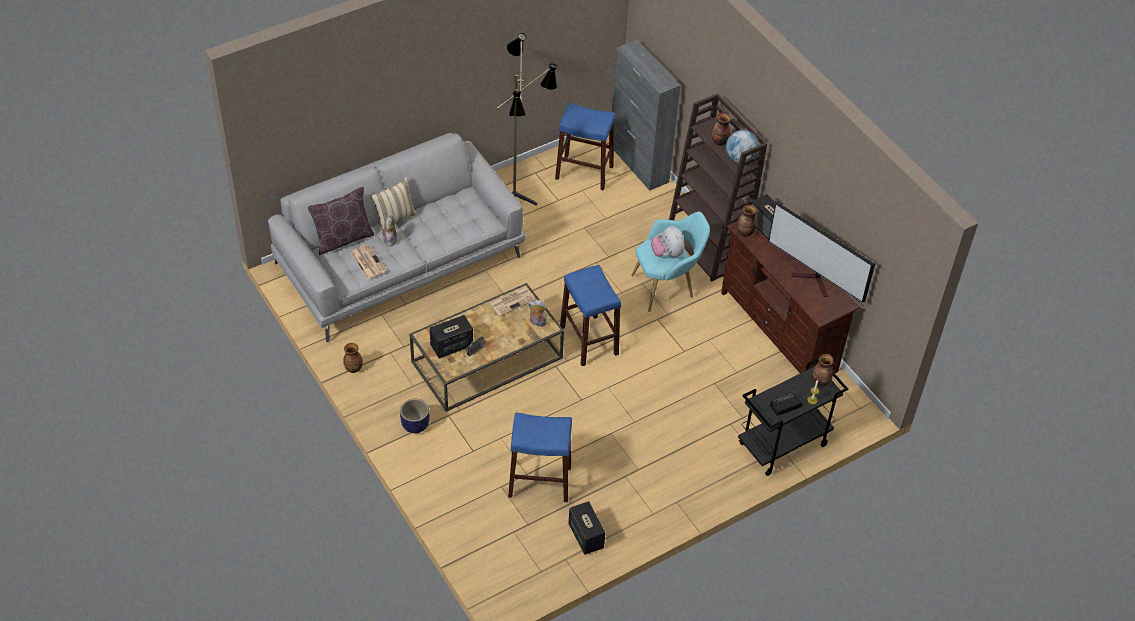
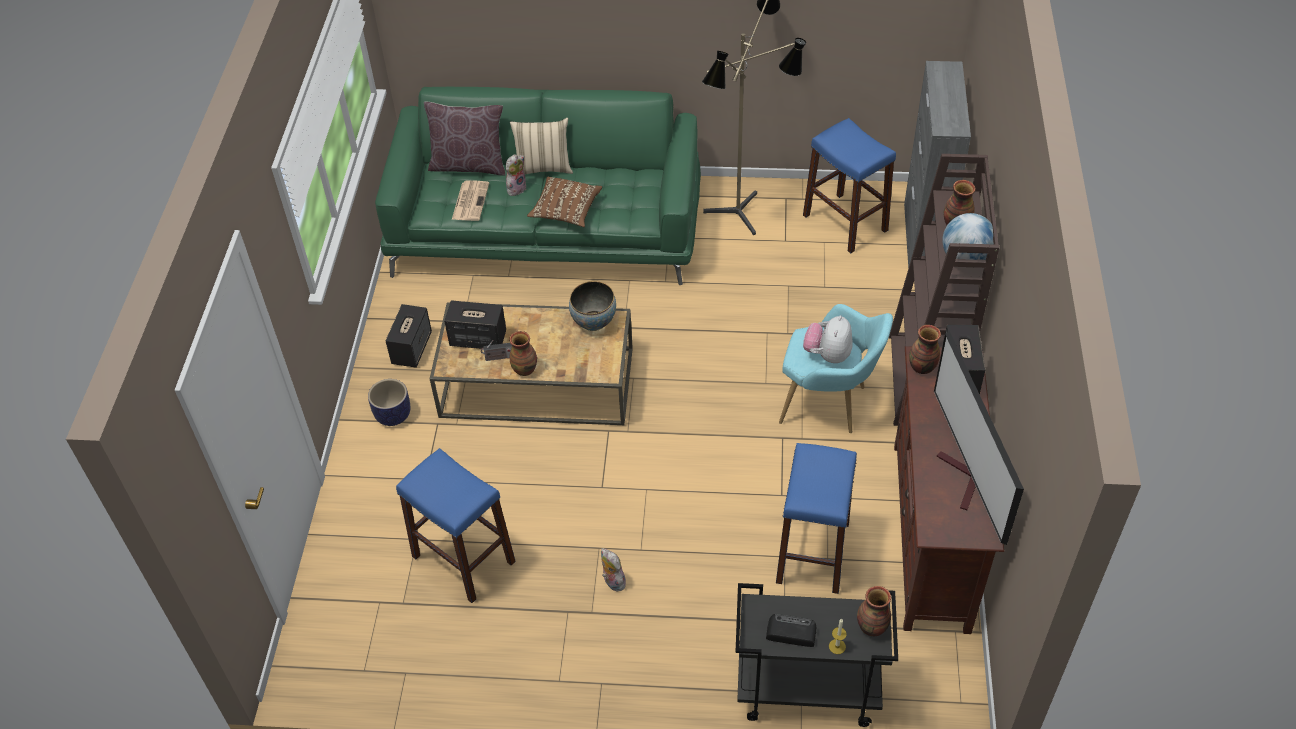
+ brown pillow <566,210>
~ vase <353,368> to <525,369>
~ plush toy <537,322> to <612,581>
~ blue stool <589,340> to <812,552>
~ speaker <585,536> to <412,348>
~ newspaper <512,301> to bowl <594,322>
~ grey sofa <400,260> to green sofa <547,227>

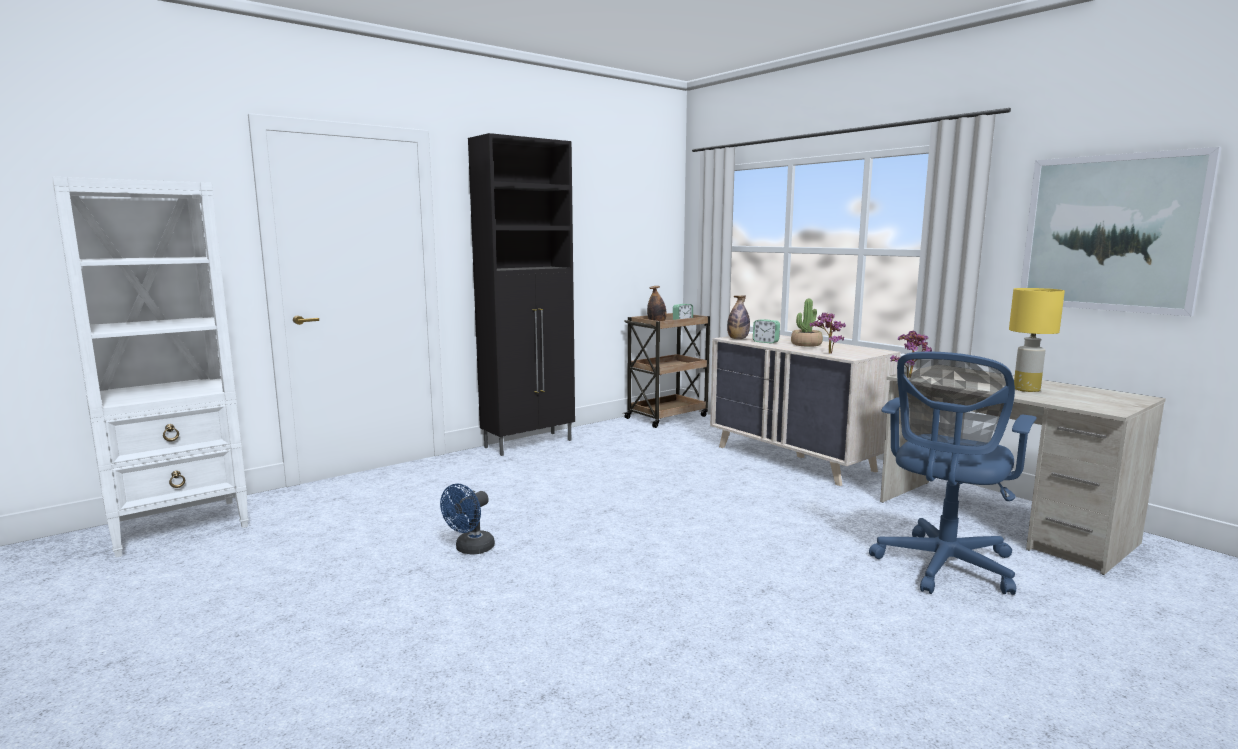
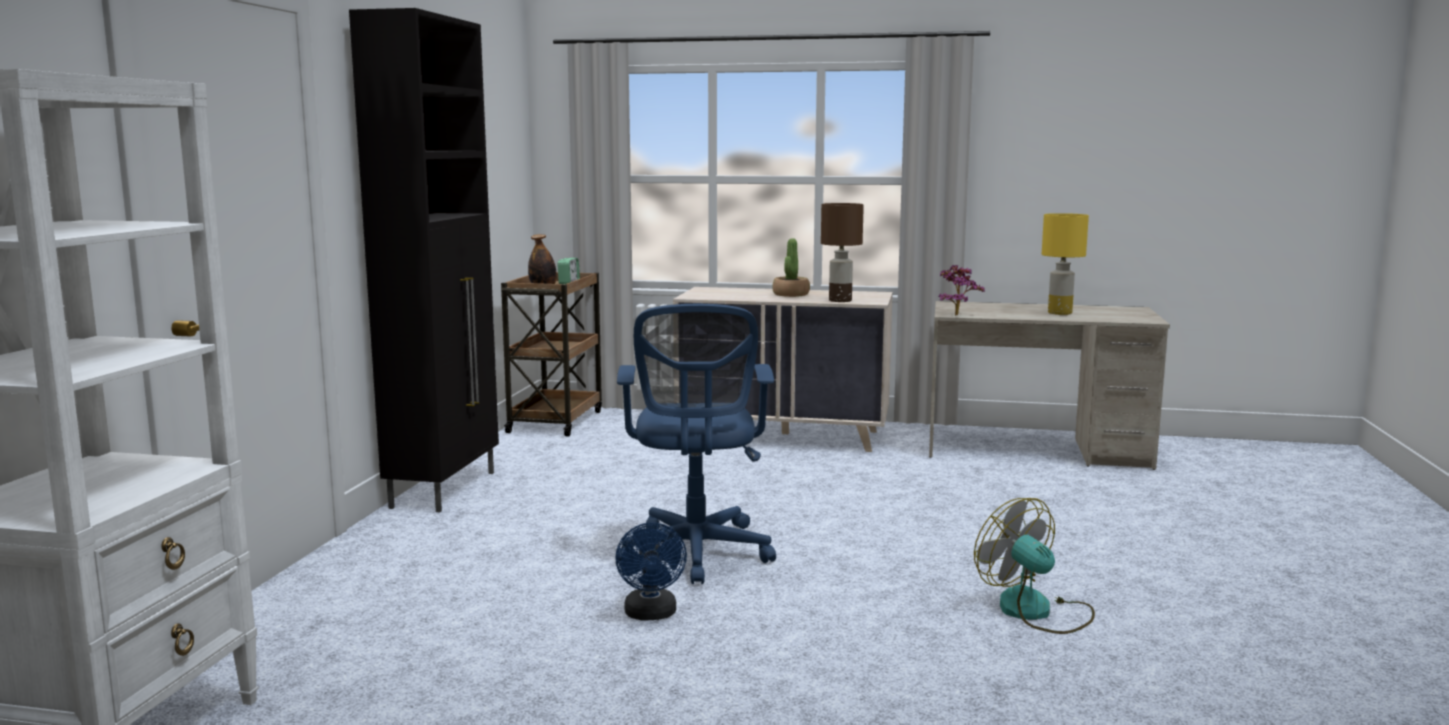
- bottle <738,339>
- alarm clock <765,342>
- picture <1111,233>
+ fan <1036,611>
~ blue office chair <943,567> to <696,555>
~ potted plant <827,353> to brown table lamp <841,300>

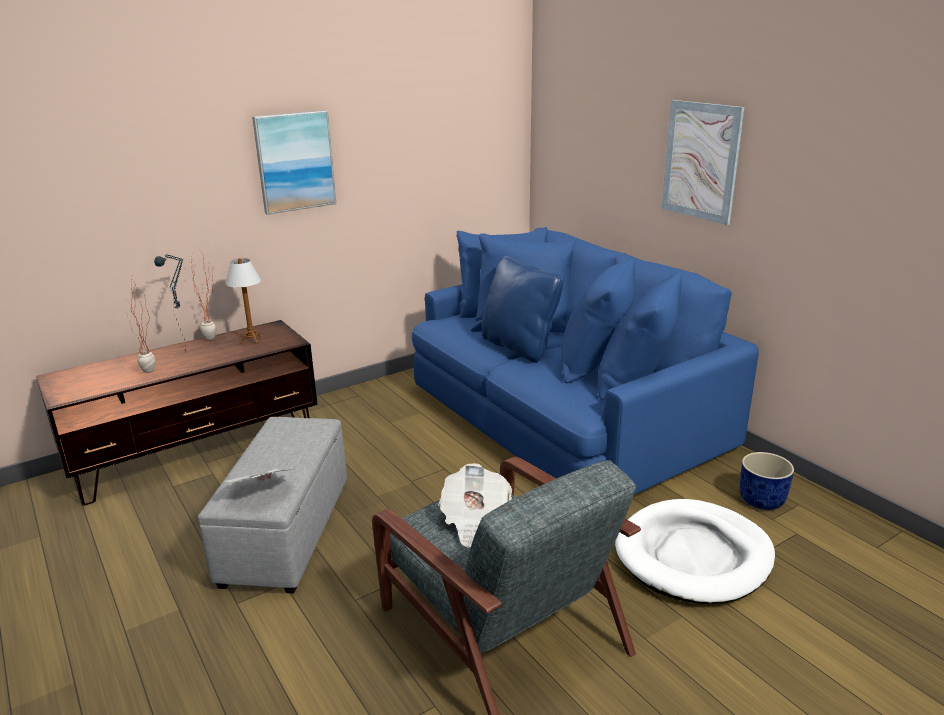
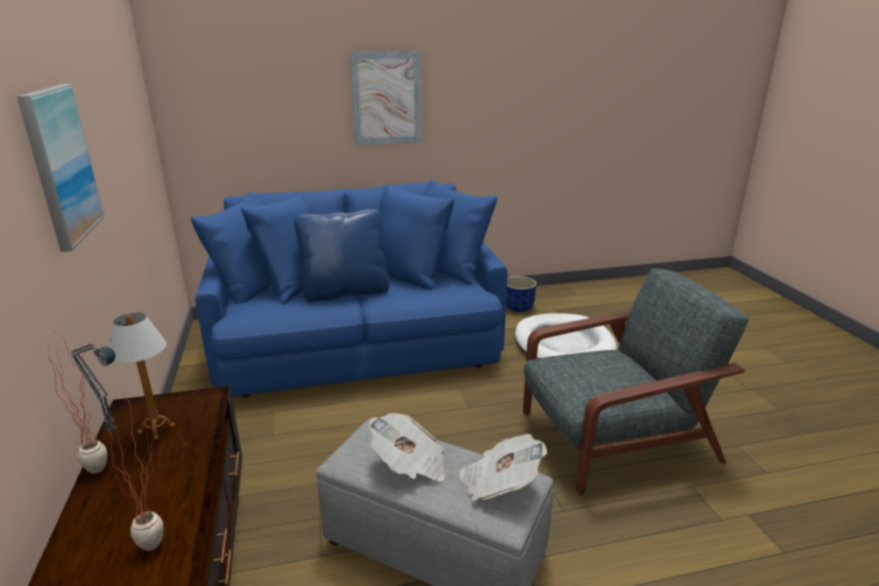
~ newspaper <476,522> to <410,464>

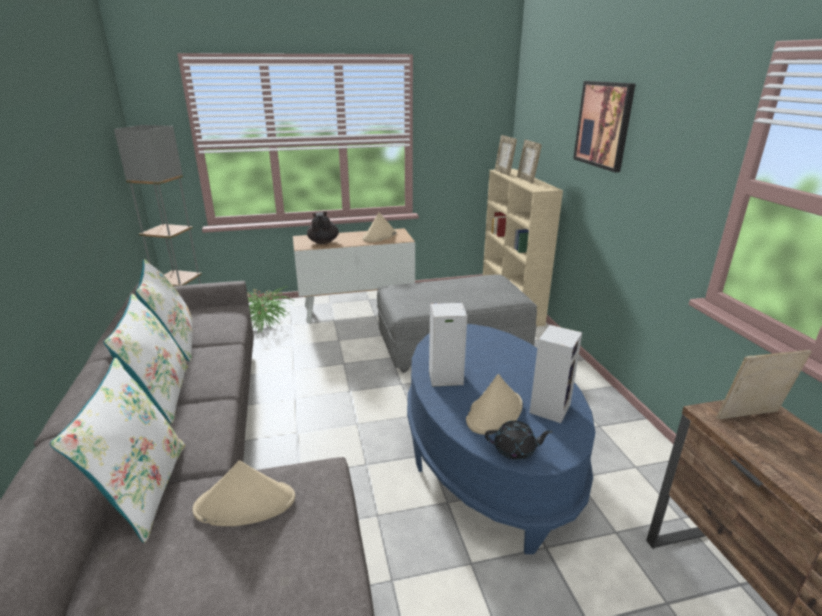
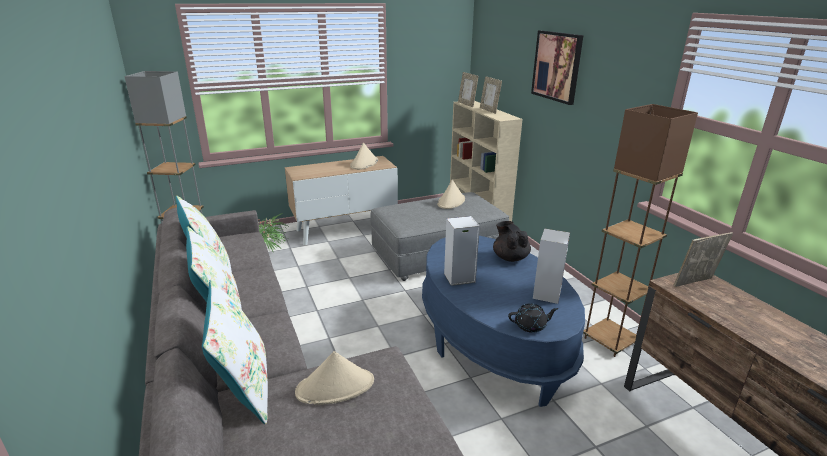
+ brown floor lamp <610,340>
~ black teapot <323,242> to <510,257>
~ beige hat <494,412> to <451,202>

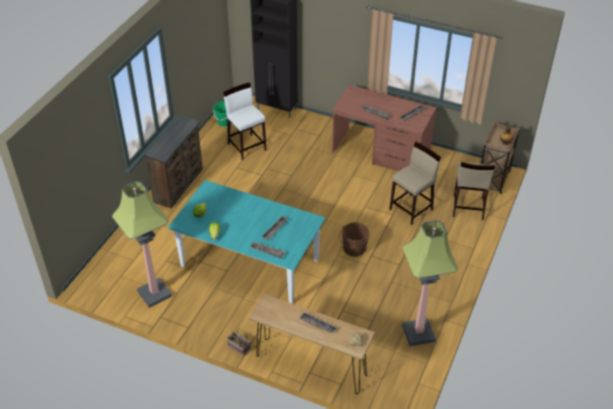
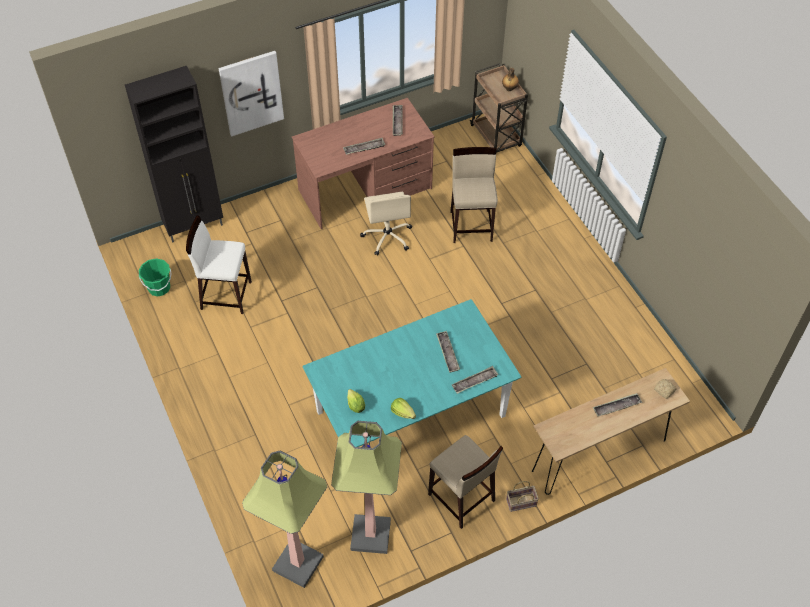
- brown dresser <179,185>
- brown bucket <353,249>
+ picture <251,92>
+ beige office chair <387,236>
~ floor lamp <418,333> to <298,564>
~ beige stool <467,207> to <461,498>

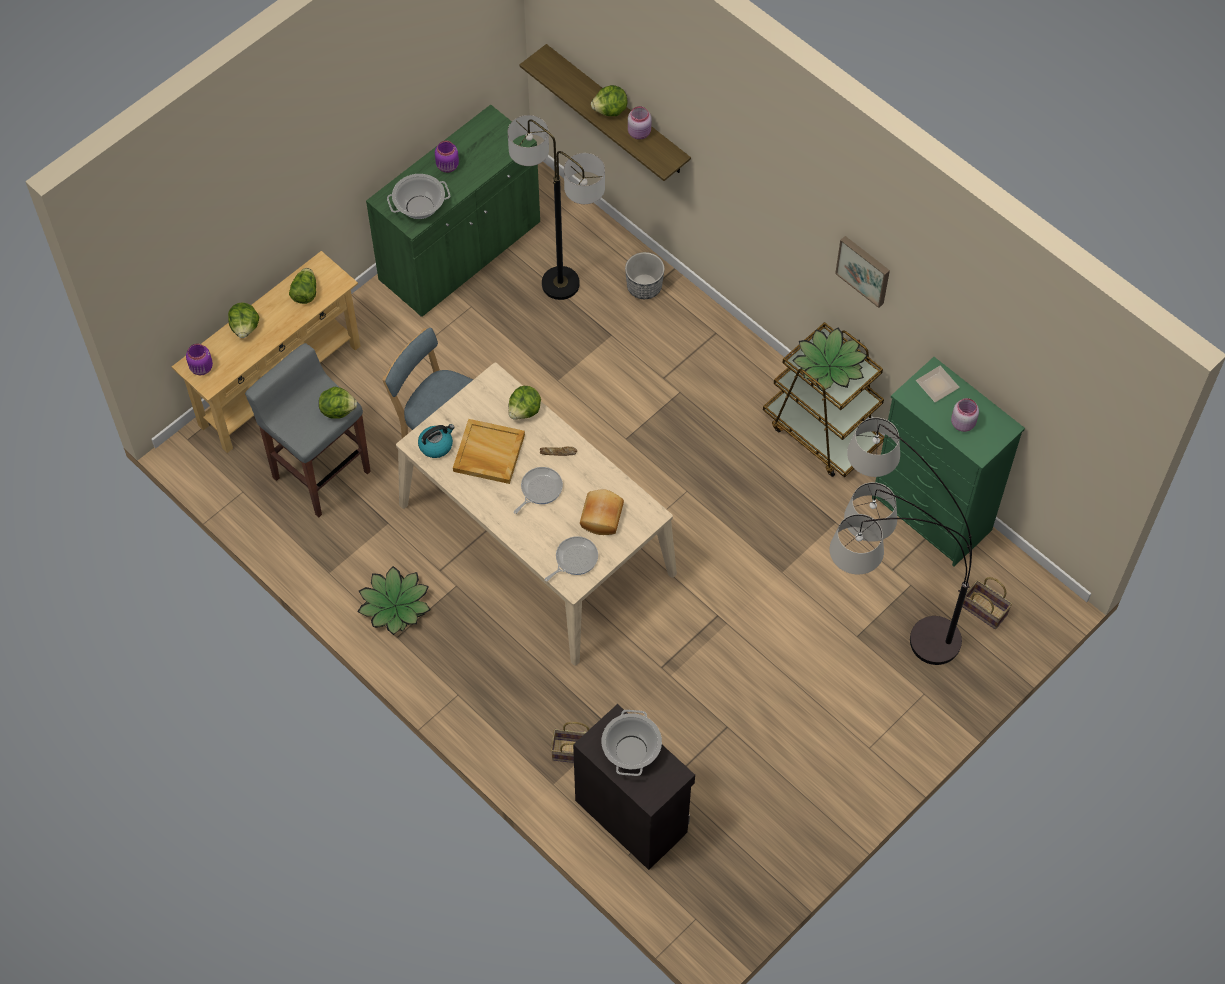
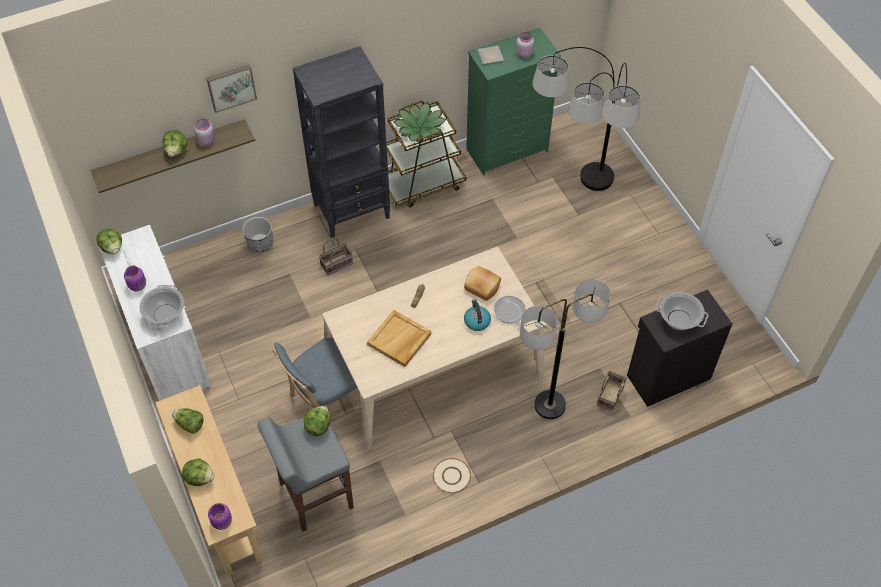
- frying pan <539,489>
+ black bookcase <352,211>
~ kettle <436,445> to <476,321>
~ floor lamp <560,284> to <550,405>
~ lettuce <525,411> to <112,248>
~ picture <864,269> to <231,87>
~ basket <986,610> to <337,263>
~ potted plant <395,605> to beige plate <451,476>
~ green cabinet <460,252> to white cabinet <167,344>

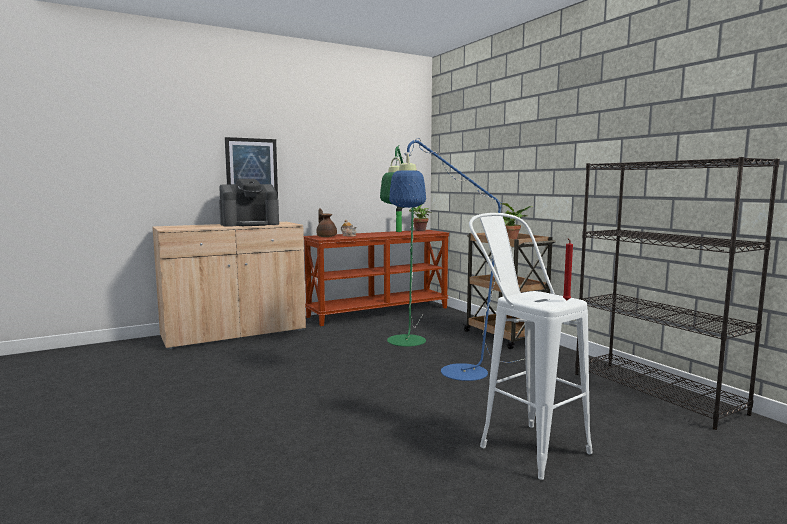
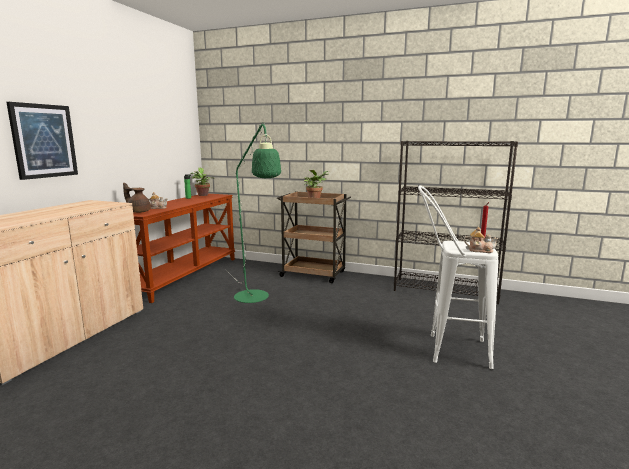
- coffee machine <250,224>
- blue floor lamp <454,374>
+ teapot <479,250>

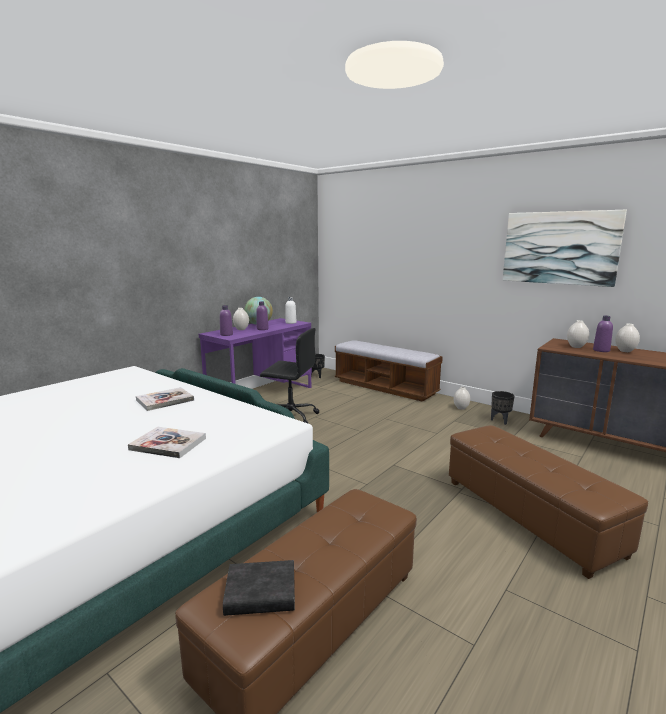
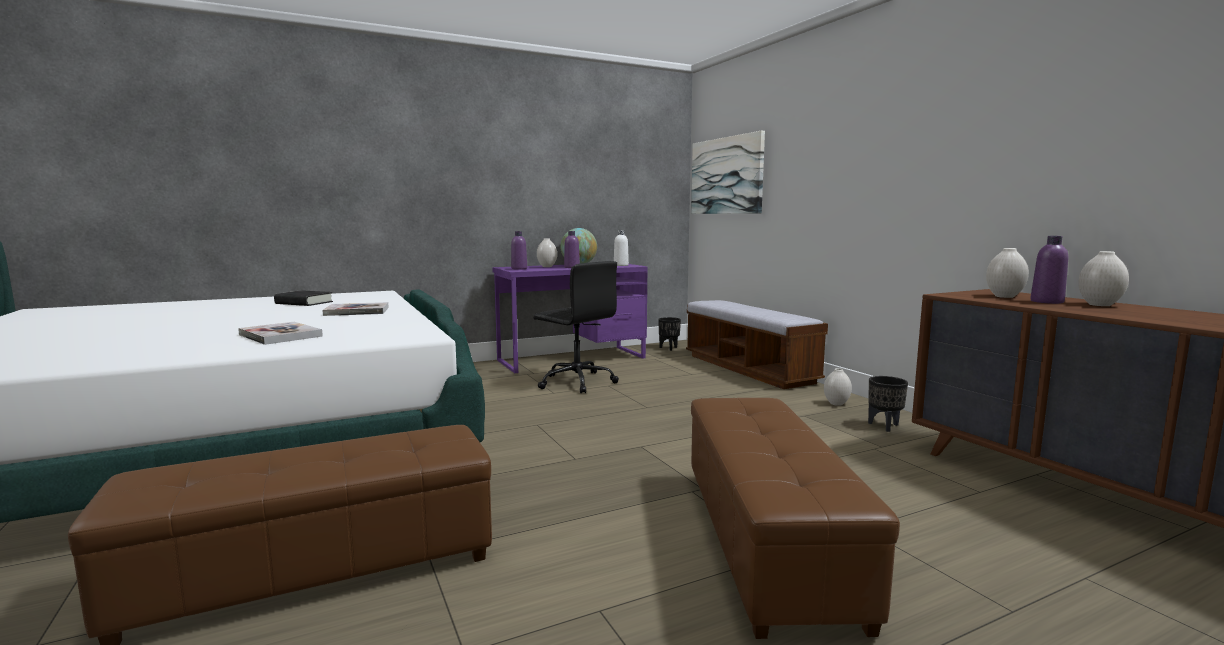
~ black book <261,594> to <304,303>
~ picture <559,248> to <726,176>

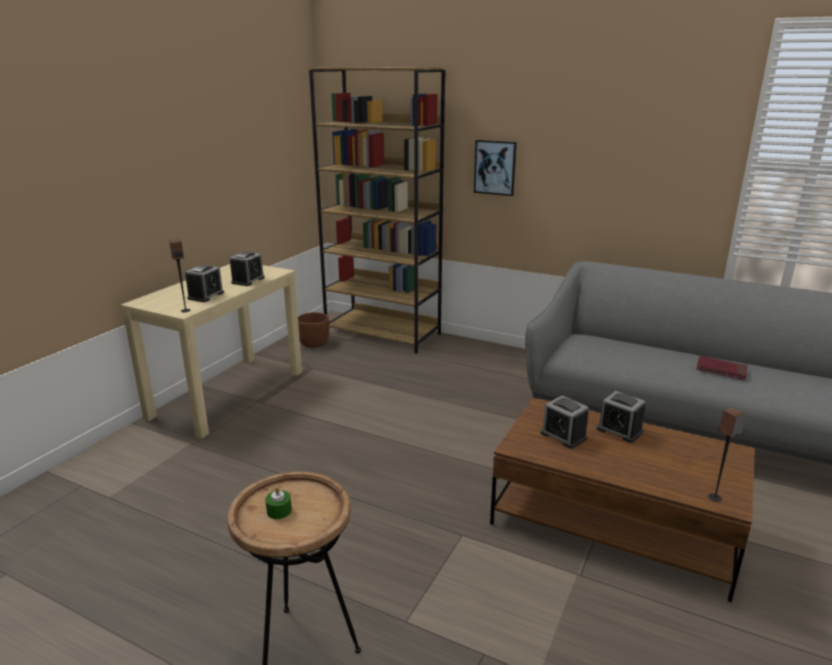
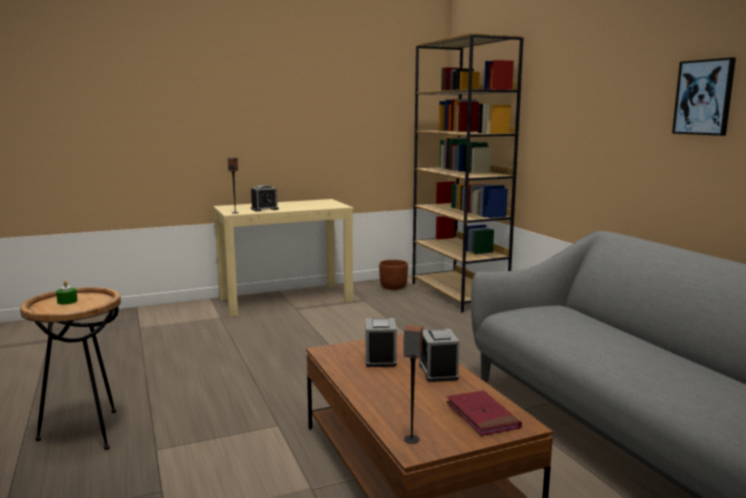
- alarm clock <248,280>
~ picture <495,167> to <704,97>
~ red book <721,370> to <482,416>

